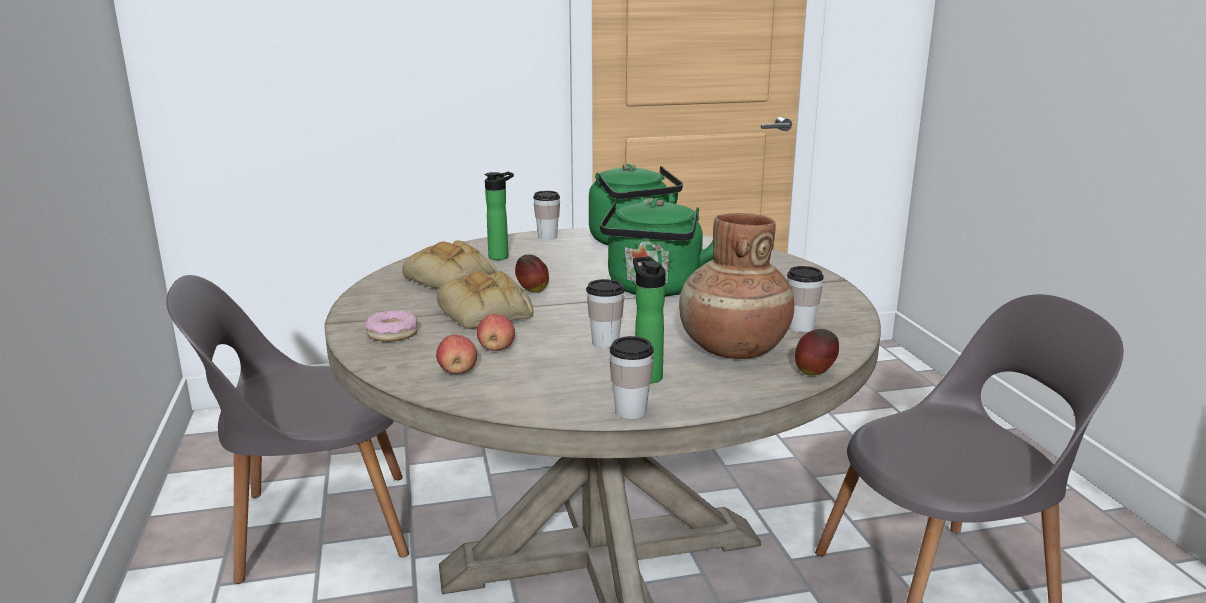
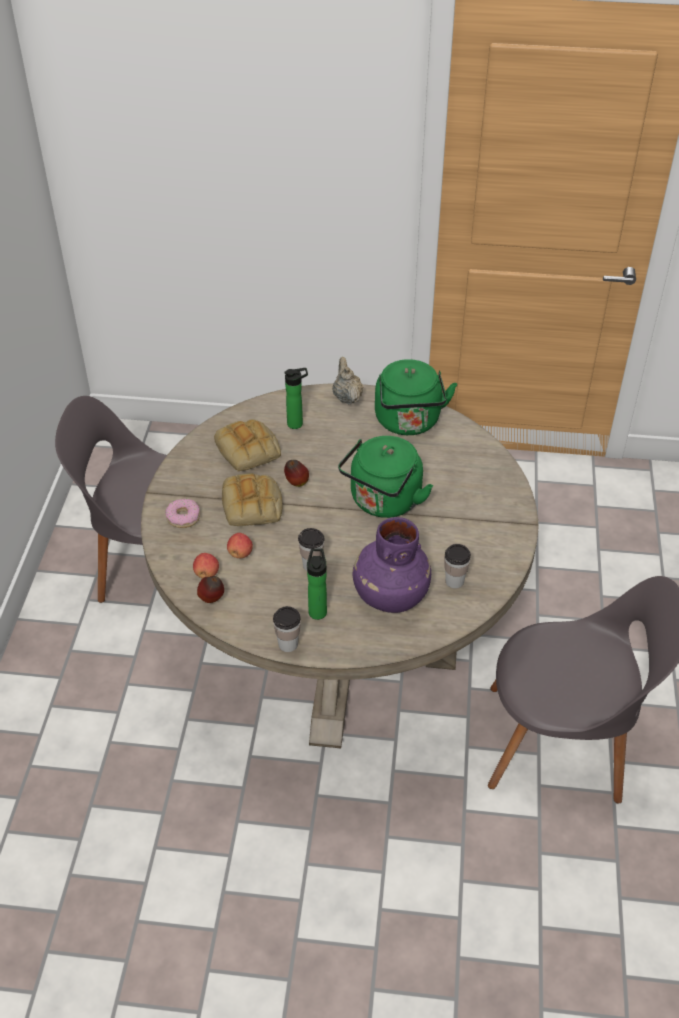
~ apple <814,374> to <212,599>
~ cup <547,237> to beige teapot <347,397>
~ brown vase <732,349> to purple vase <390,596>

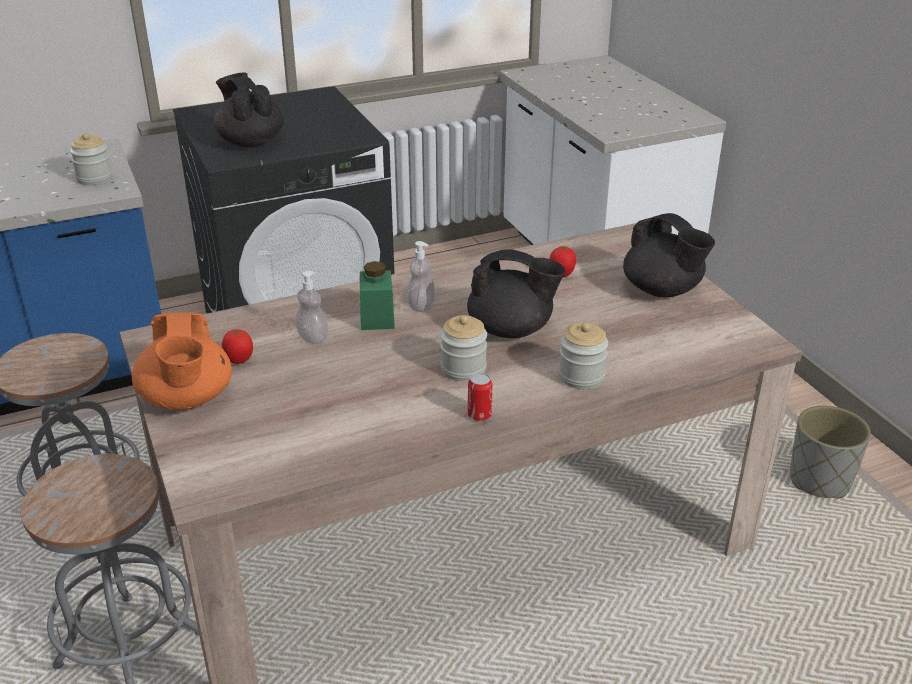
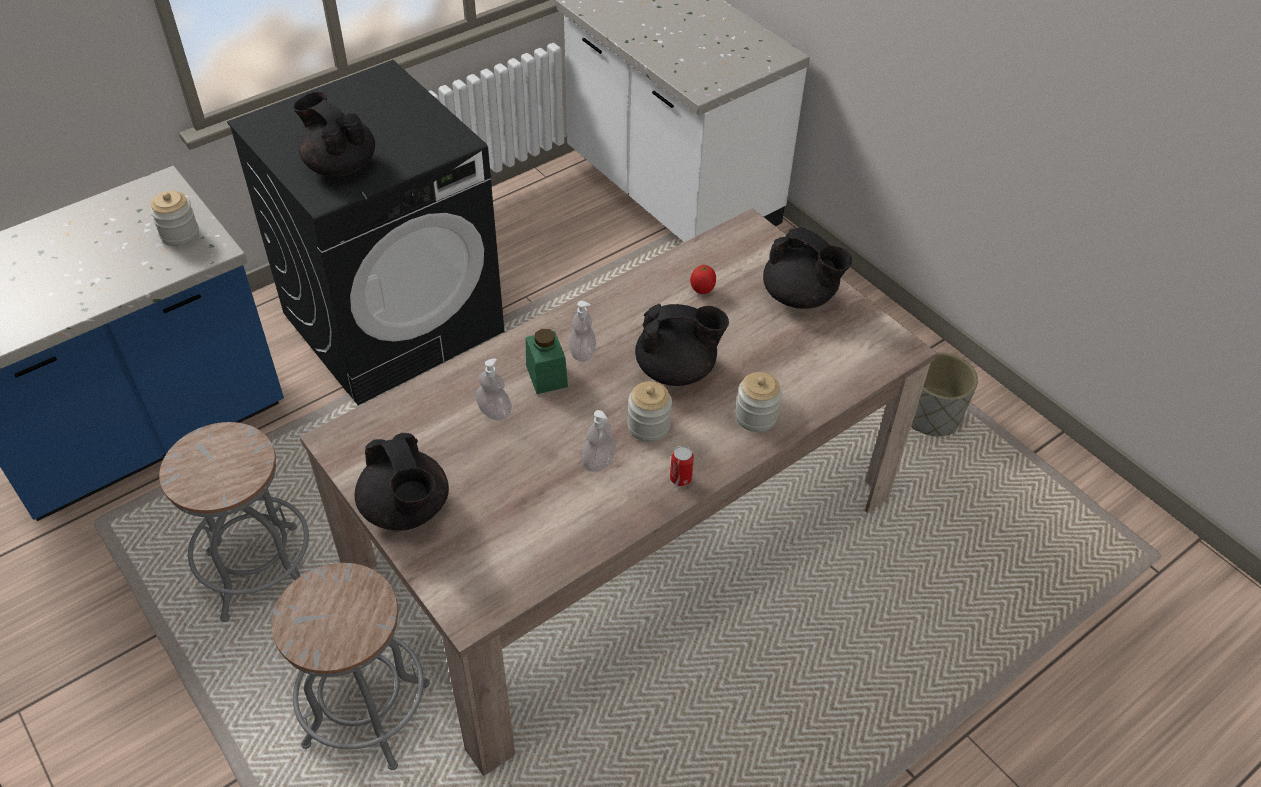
- tomato <239,361>
+ soap dispenser <599,462>
~ orange teapot <187,399> to black teapot <406,509>

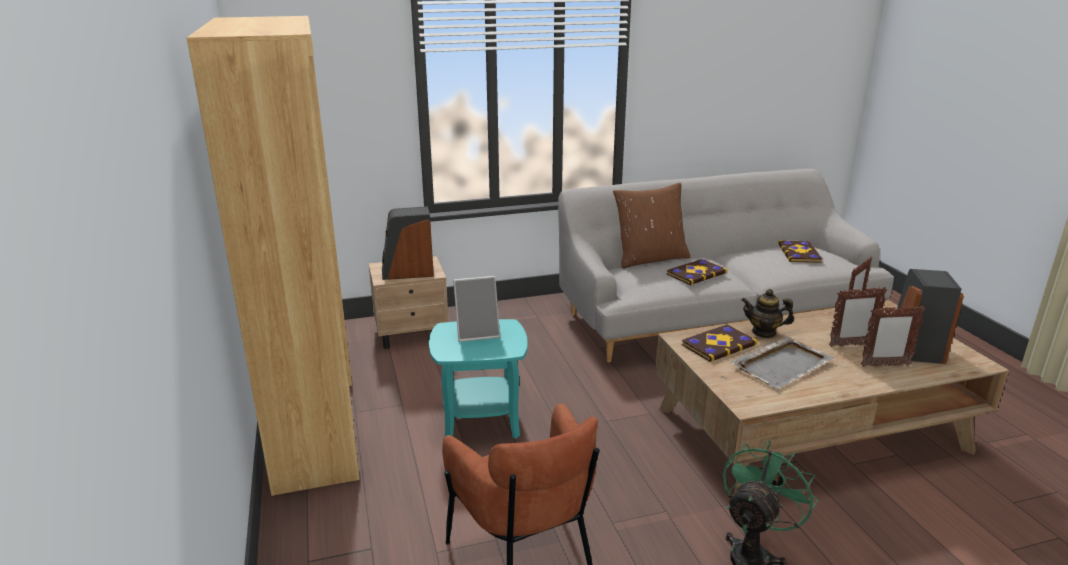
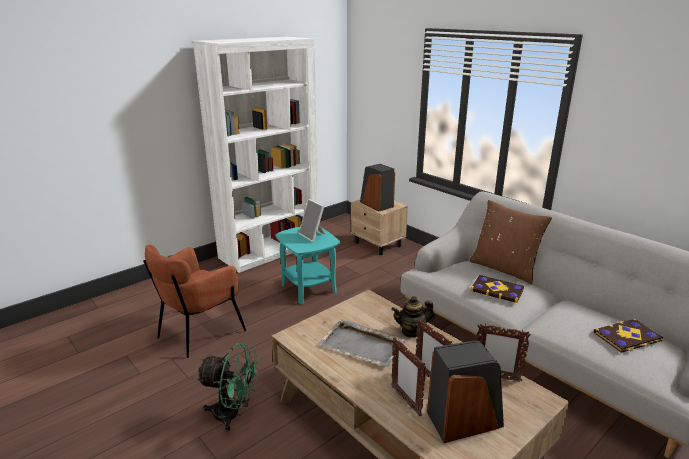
- book <718,344>
~ brown bookcase <316,429> to white bookcase <270,250>
~ teapot <764,332> = <412,331> 90 degrees counterclockwise

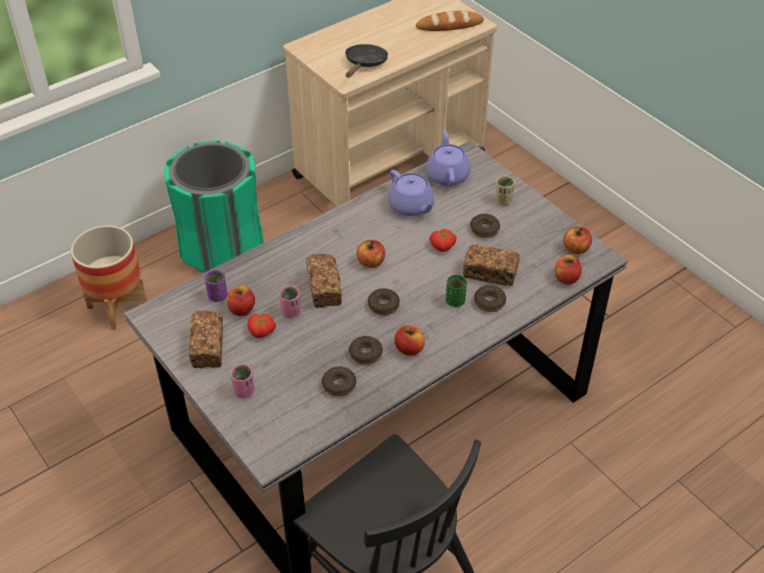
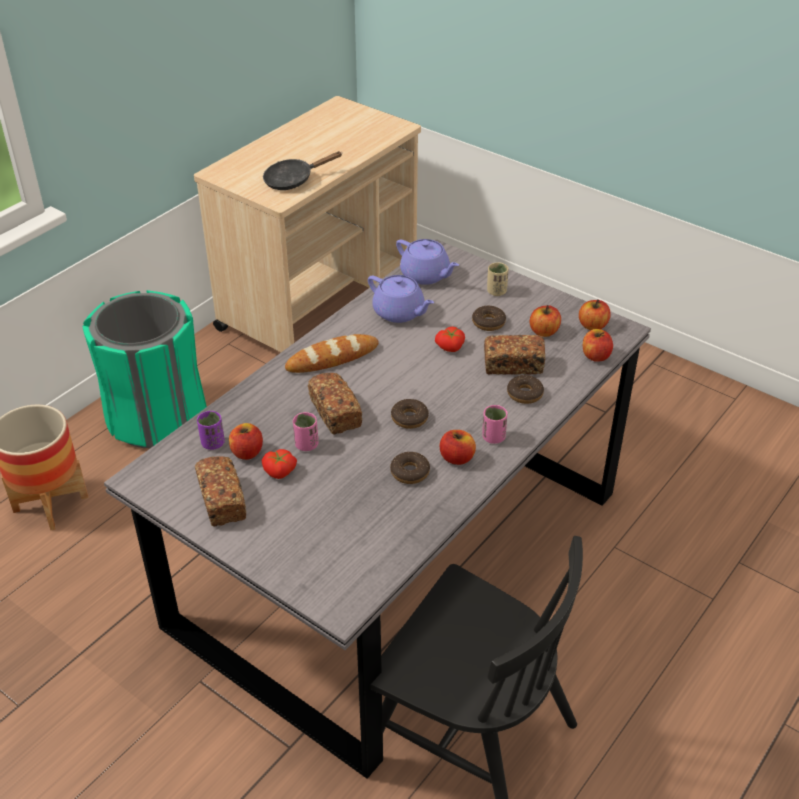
- donut <339,385>
- green cup <455,301>
~ pink cup <244,391> to <493,437>
~ apple <371,262> to <544,331>
~ bread <449,25> to <332,358>
~ black frying pan <364,64> = <293,180> 120 degrees counterclockwise
~ purple teapot <447,174> = <426,275> 150 degrees clockwise

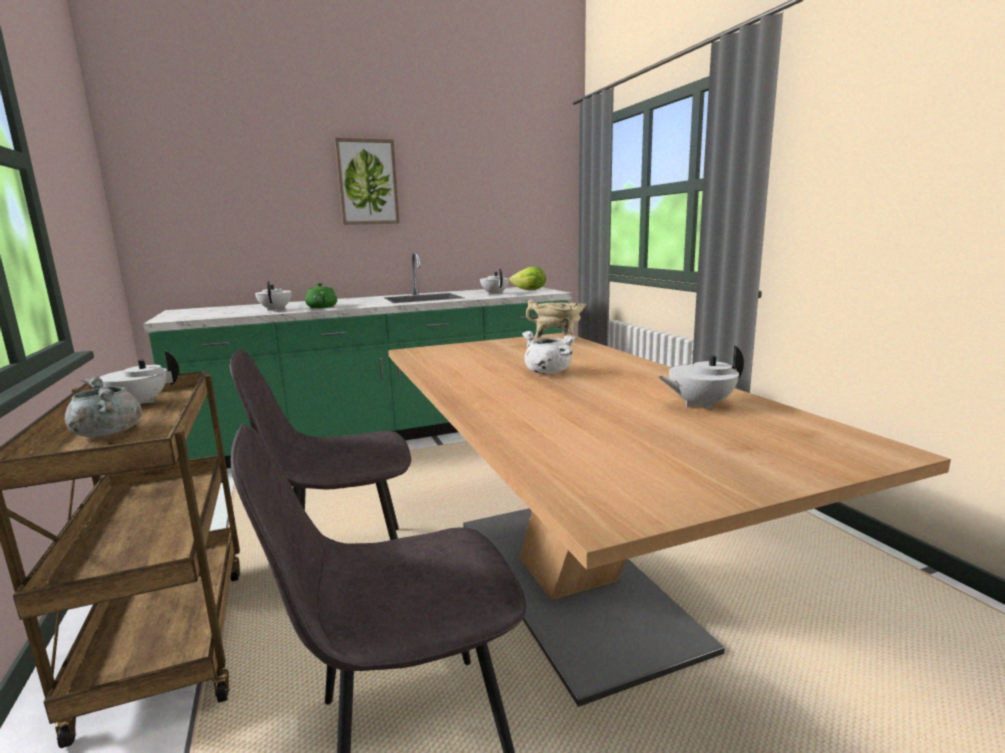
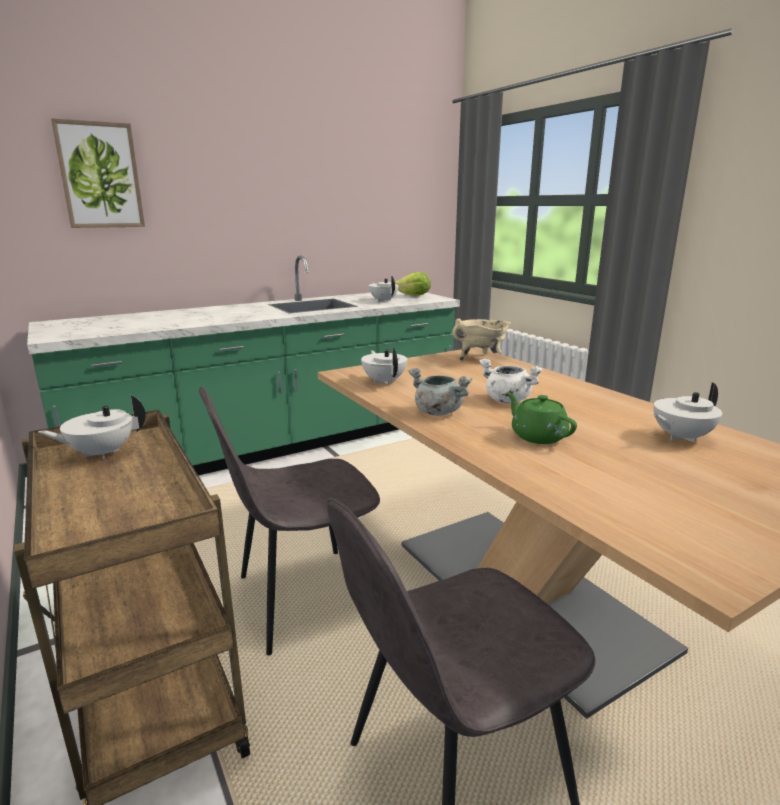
~ grey cooking pot <107,433> to <437,412>
~ white teapot <276,310> to <384,381>
~ green teapot <322,307> to <537,436>
~ picture <367,182> to <100,176>

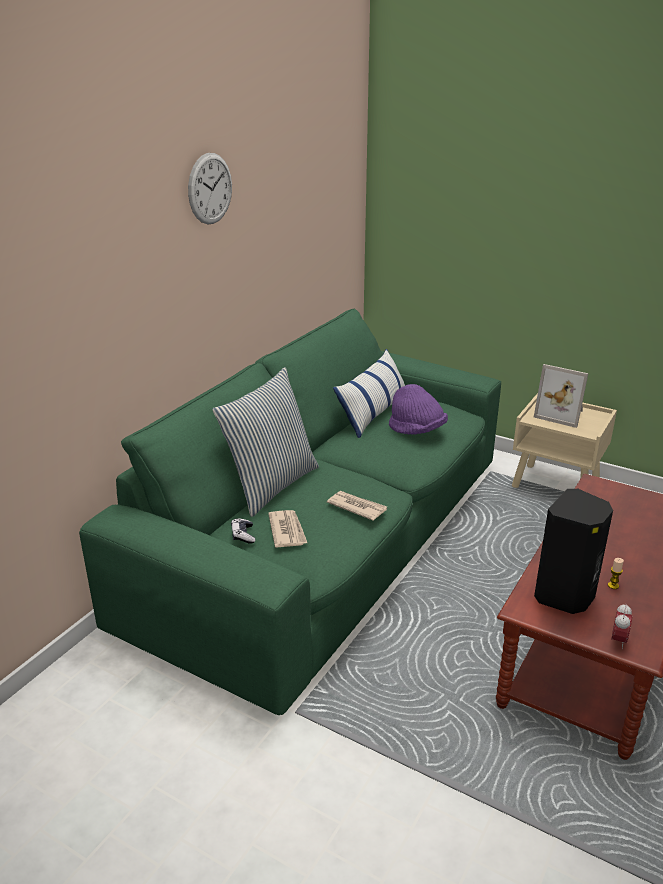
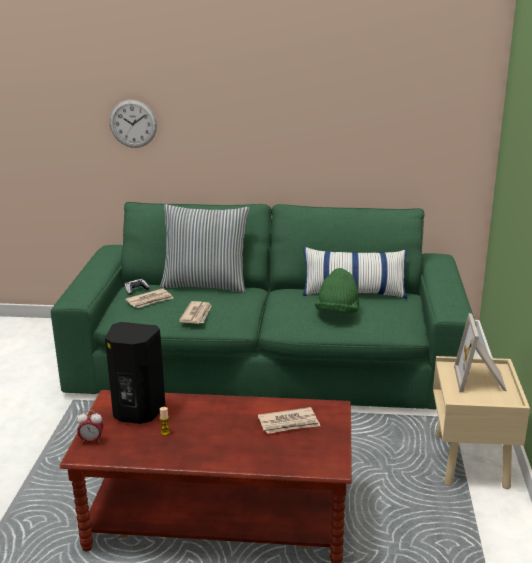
+ newspaper <289,423>
~ wall clock <210,189> to <133,123>
~ purple hat <417,431> to green hat <337,313>

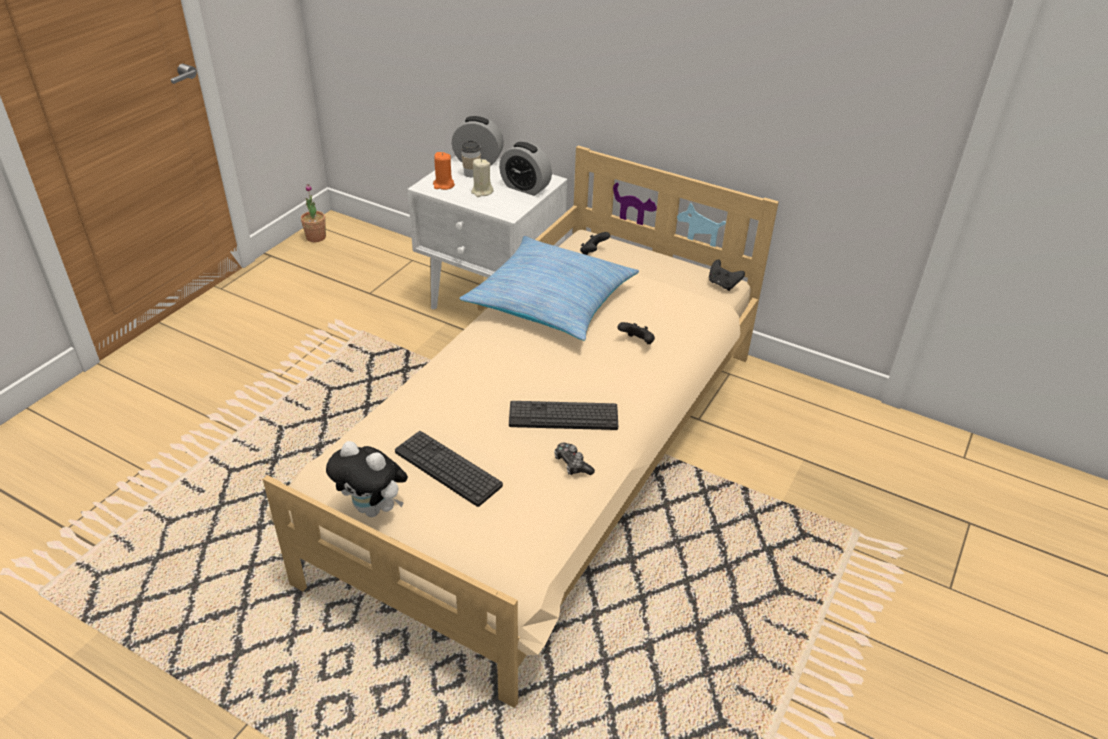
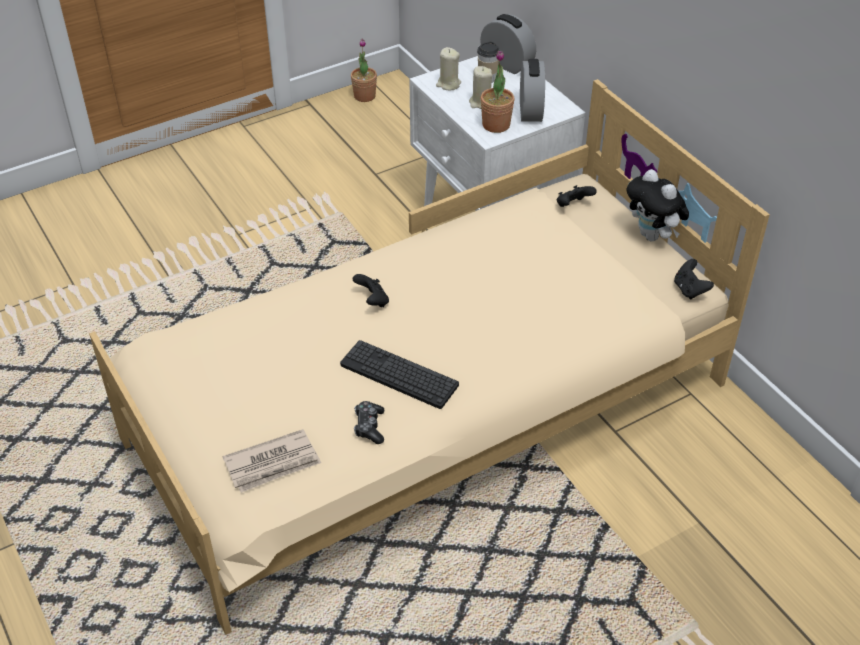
- keyboard <448,468>
- pillow <550,301>
+ newspaper <273,464>
+ potted plant <496,125>
~ plush toy <374,509> to <653,236>
~ black game controller <637,342> to <372,301>
~ orange candle <443,185> to beige candle <448,84>
~ alarm clock <525,187> = <530,111> 150 degrees counterclockwise

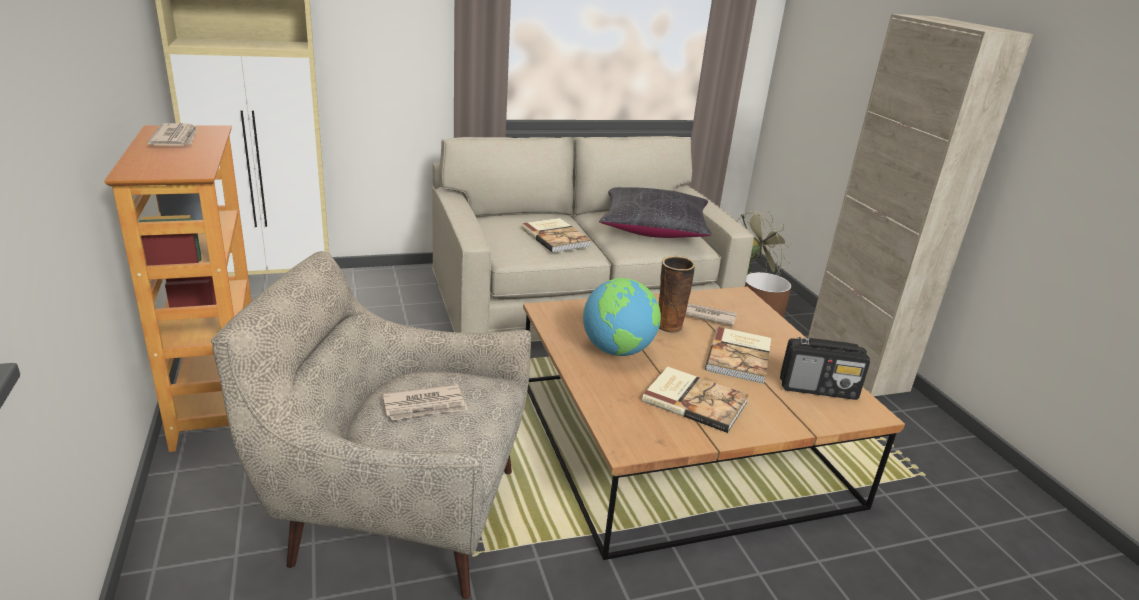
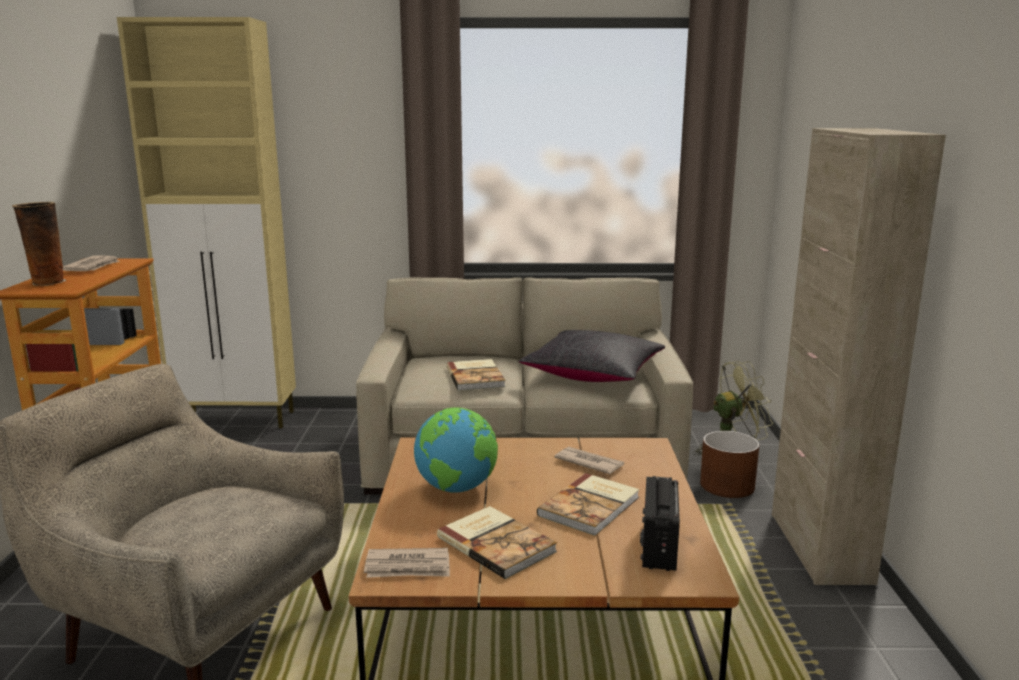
~ newspaper <425,406> to <408,567>
~ vase <668,327> to <46,282>
~ radio <819,388> = <658,547> 75 degrees clockwise

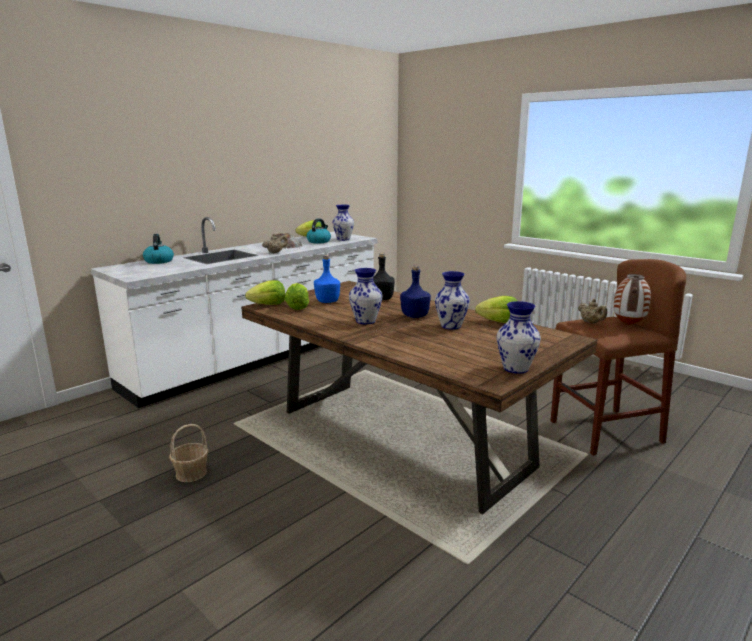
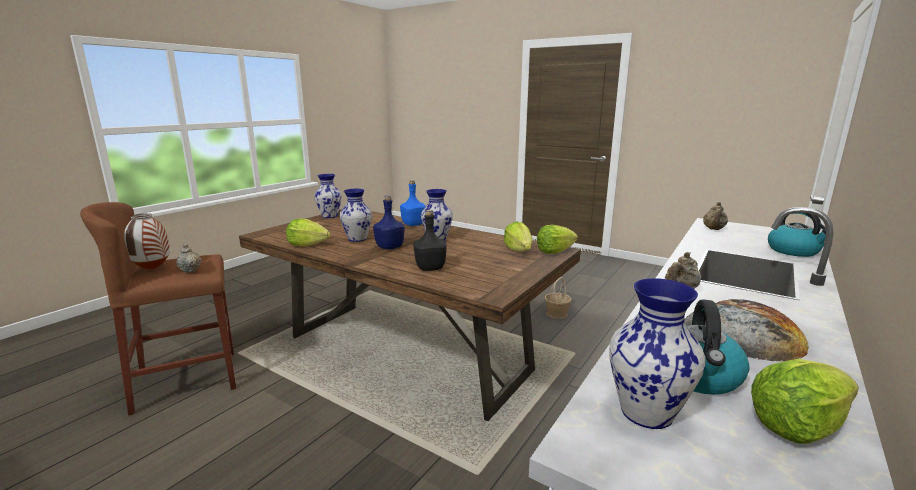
+ beige teapot <713,229>
~ blue bottle <327,301> to <413,224>

